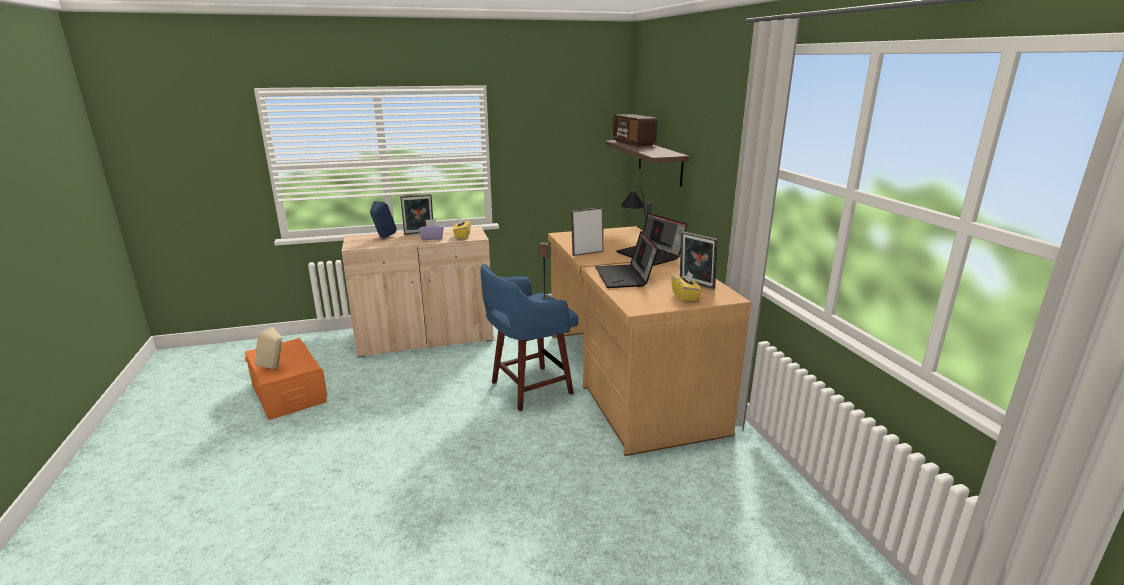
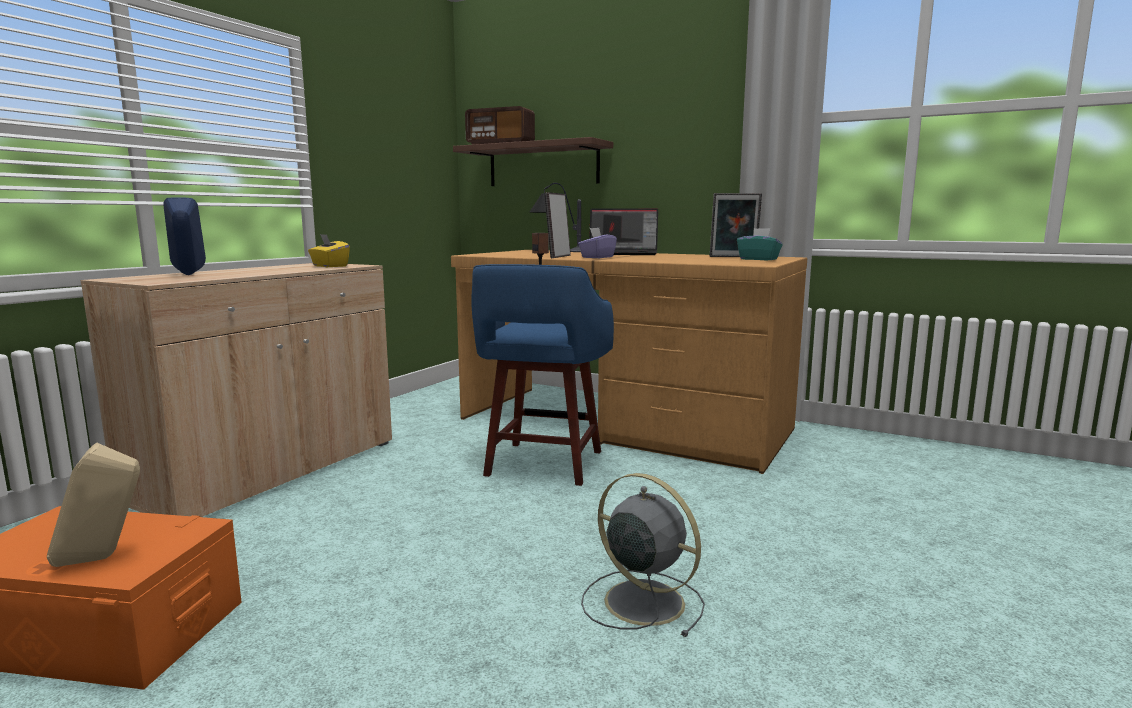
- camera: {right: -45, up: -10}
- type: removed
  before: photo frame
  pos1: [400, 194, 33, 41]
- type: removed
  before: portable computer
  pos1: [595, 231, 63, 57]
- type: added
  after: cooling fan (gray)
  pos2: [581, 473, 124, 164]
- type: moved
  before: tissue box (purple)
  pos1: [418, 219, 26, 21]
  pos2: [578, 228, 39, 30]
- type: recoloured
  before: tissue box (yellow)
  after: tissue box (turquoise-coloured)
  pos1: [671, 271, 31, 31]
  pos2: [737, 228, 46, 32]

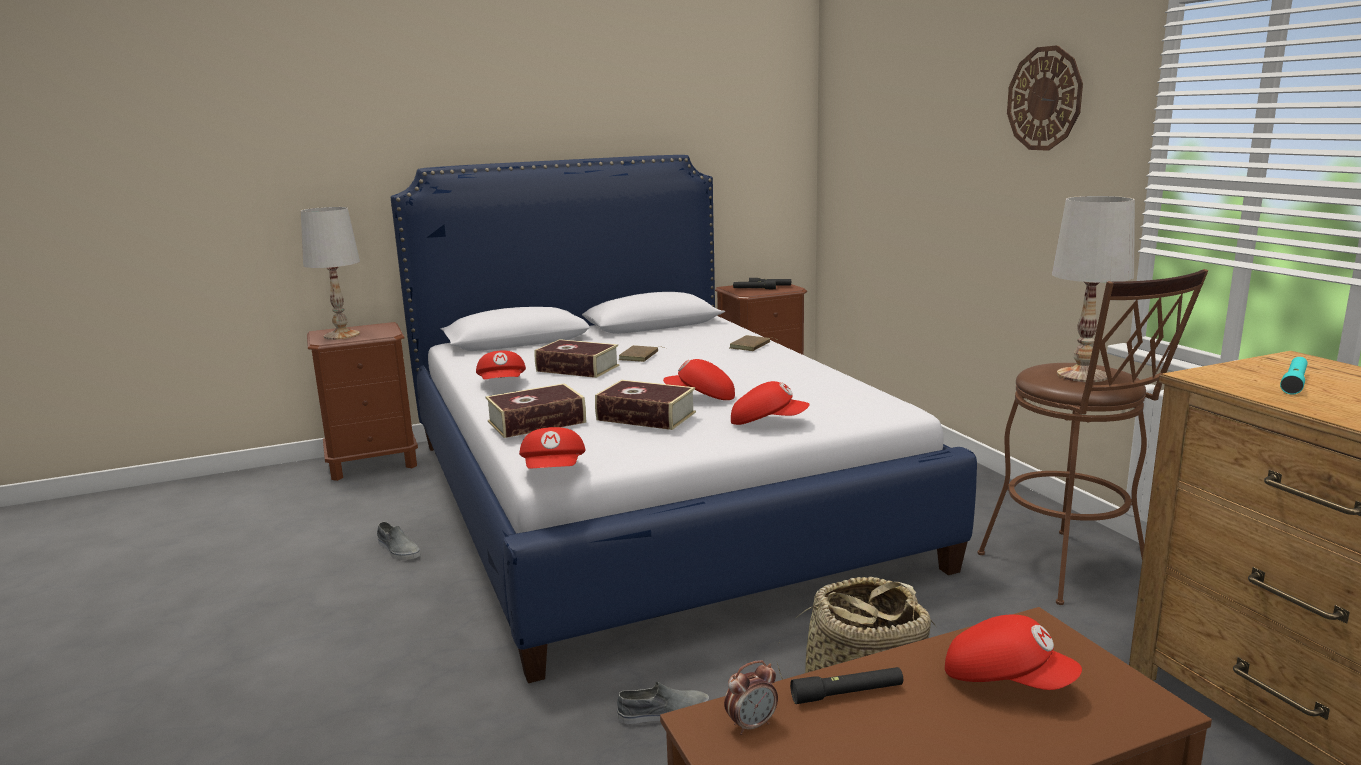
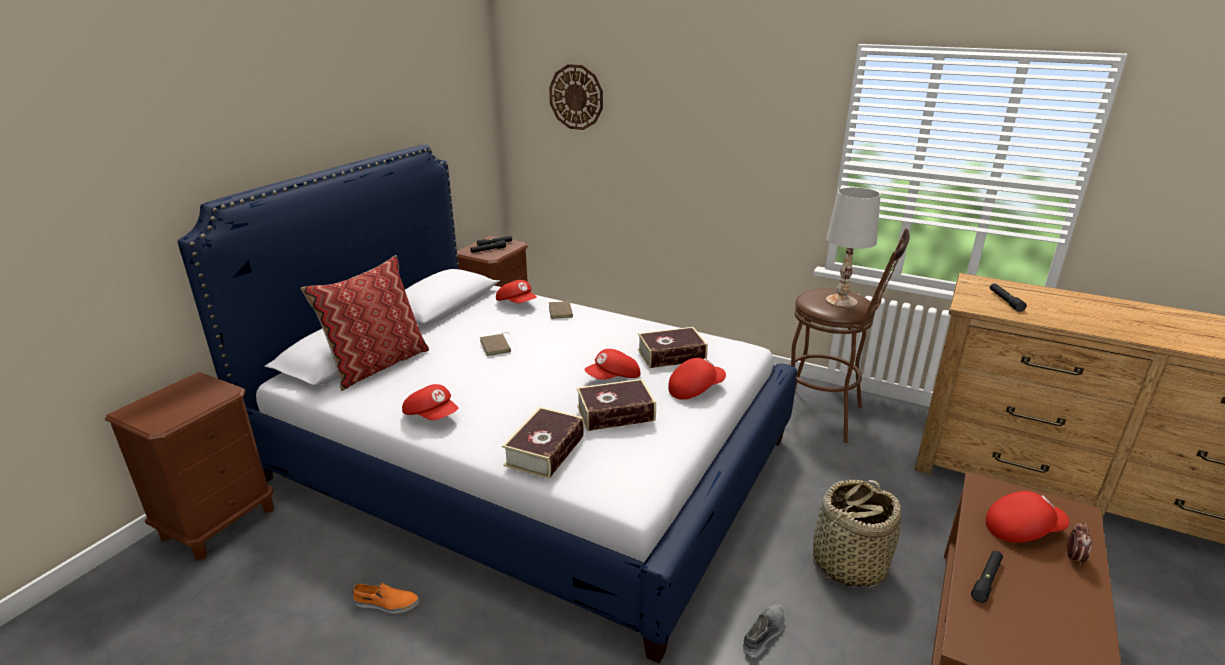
- camera: {right: -40, up: 10}
- type: removed
  before: tabletop lamp (white-coloured)
  pos1: [301, 207, 59, 133]
- type: added
  after: cushion
  pos2: [301, 255, 128, 136]
- type: moved
  before: cap (red-coloured)
  pos1: [519, 427, 67, 42]
  pos2: [496, 280, 40, 23]
- type: moved
  before: book
  pos1: [535, 339, 84, 39]
  pos2: [638, 327, 70, 41]
- type: moved
  before: table clock
  pos1: [724, 660, 54, 75]
  pos2: [1067, 522, 25, 44]
- type: moved
  before: clock on the wall
  pos1: [1007, 45, 76, 106]
  pos2: [549, 64, 54, 66]
- type: recoloured
  before: low shoe (gray)
  after: low shoe (orange)
  pos1: [377, 522, 43, 38]
  pos2: [353, 583, 66, 31]
- type: recoloured
  before: hand torch (turquoise-coloured)
  after: hand torch (blackish)
  pos1: [1280, 357, 28, 37]
  pos2: [990, 283, 37, 29]

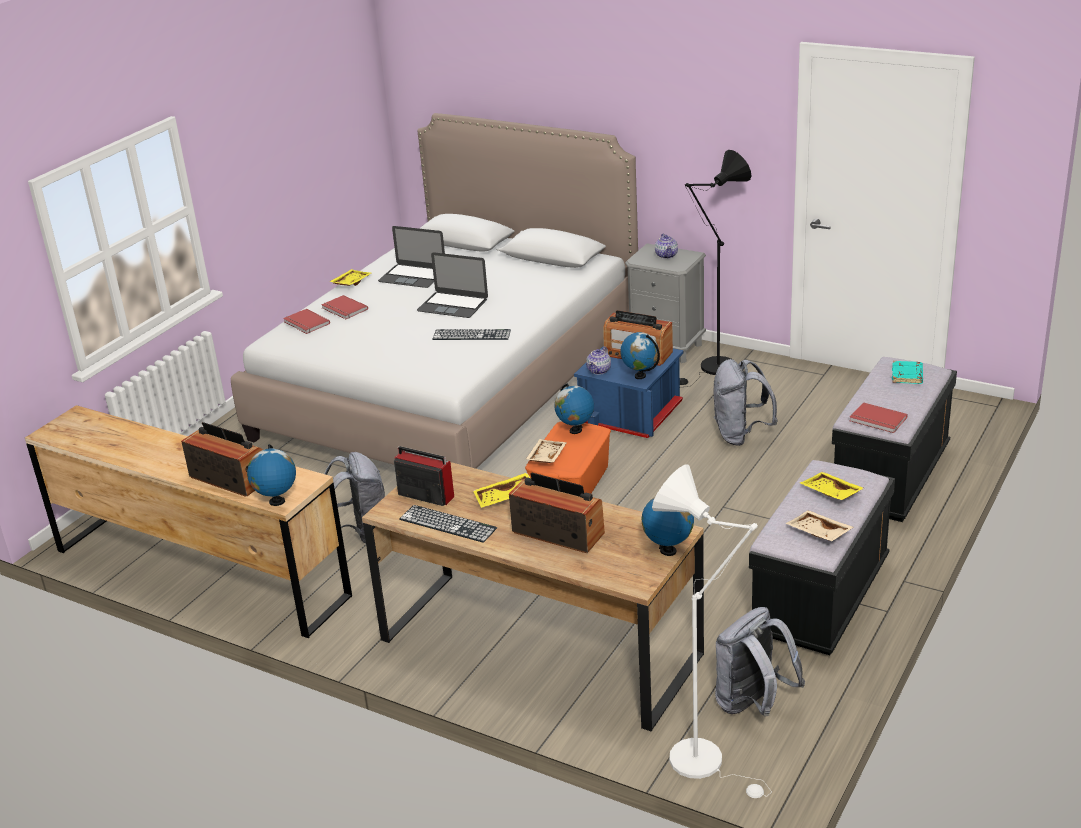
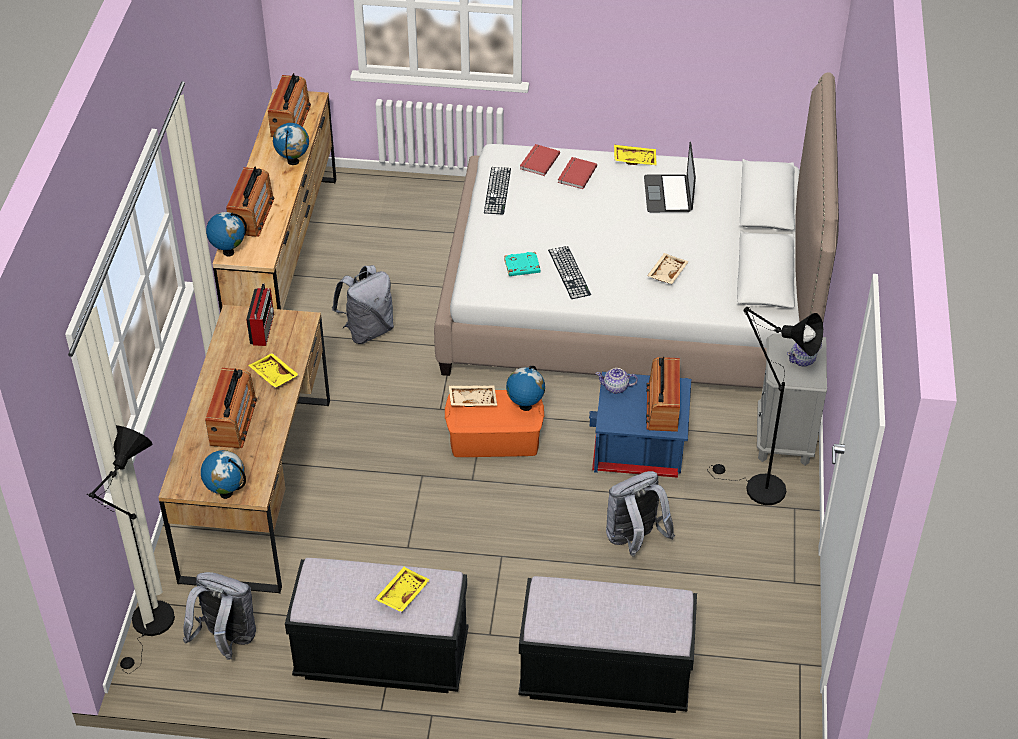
- camera: {right: 65, up: 15}
- type: removed
  before: portable computer
  pos1: [417, 252, 71, 66]
- type: removed
  before: book (red-coloured)
  pos1: [850, 402, 57, 31]
- type: added
  after: radio set
  pos2: [268, 73, 43, 64]
- type: moved
  before: keyboard
  pos1: [399, 505, 98, 38]
  pos2: [484, 167, 27, 48]
- type: moved
  before: globe
  pos1: [620, 332, 40, 47]
  pos2: [273, 123, 36, 42]
- type: moved
  before: tray (beige-coloured)
  pos1: [785, 510, 69, 31]
  pos2: [647, 253, 42, 31]
- type: moved
  before: book (turquoise-coloured)
  pos1: [892, 361, 31, 23]
  pos2: [504, 252, 36, 24]
- type: recoloured
  before: standing lamp (white-coloured)
  after: standing lamp (blackish)
  pos1: [652, 465, 120, 333]
  pos2: [87, 425, 88, 249]

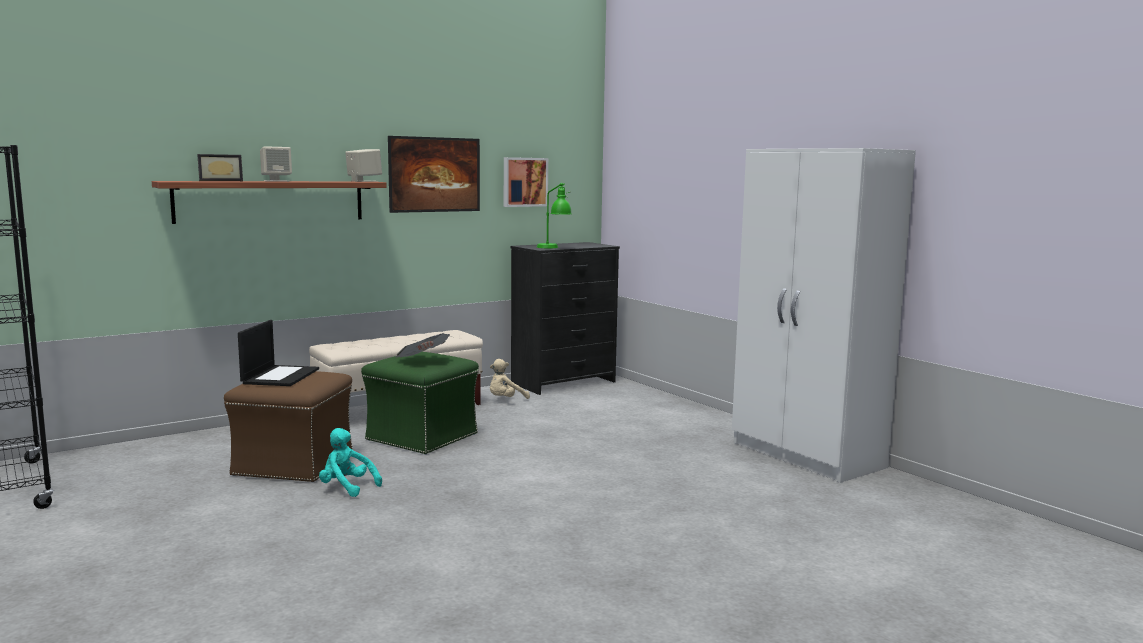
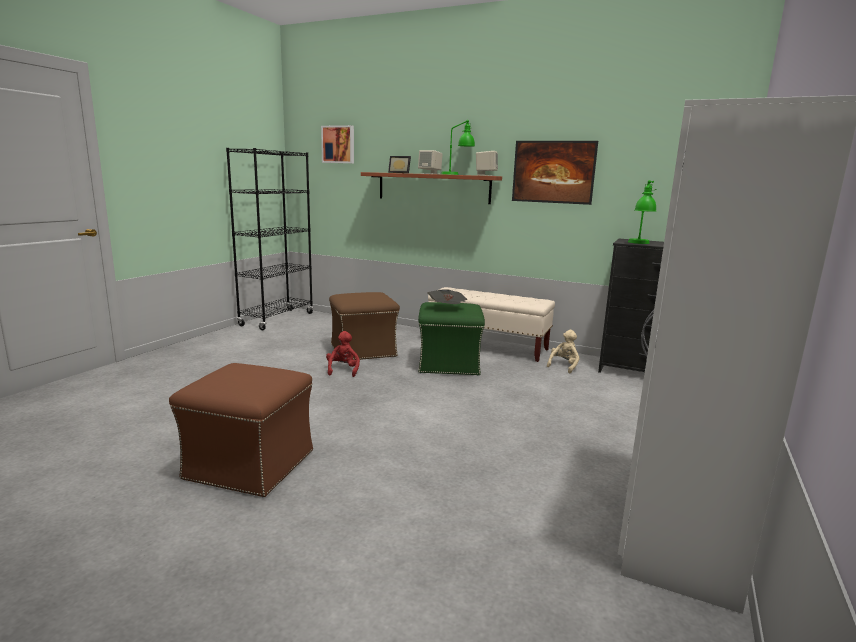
- camera: {right: 60, up: 5}
- type: removed
  before: portable computer
  pos1: [238, 320, 81, 66]
- type: added
  after: pouffe (brown)
  pos2: [169, 363, 144, 134]
- type: added
  after: tabletop lamp (green)
  pos2: [441, 120, 34, 55]
- type: moved
  before: picture
  pos1: [504, 157, 44, 50]
  pos2: [321, 125, 33, 38]
- type: recoloured
  before: cuddly toy (turquoise-coloured)
  after: cuddly toy (red-coloured)
  pos1: [319, 428, 63, 69]
  pos2: [326, 331, 34, 46]
- type: turned
  before: cuddly toy (beige-coloured)
  pos1: [490, 359, 40, 40]
  pos2: [547, 330, 32, 44]
  turn: 105

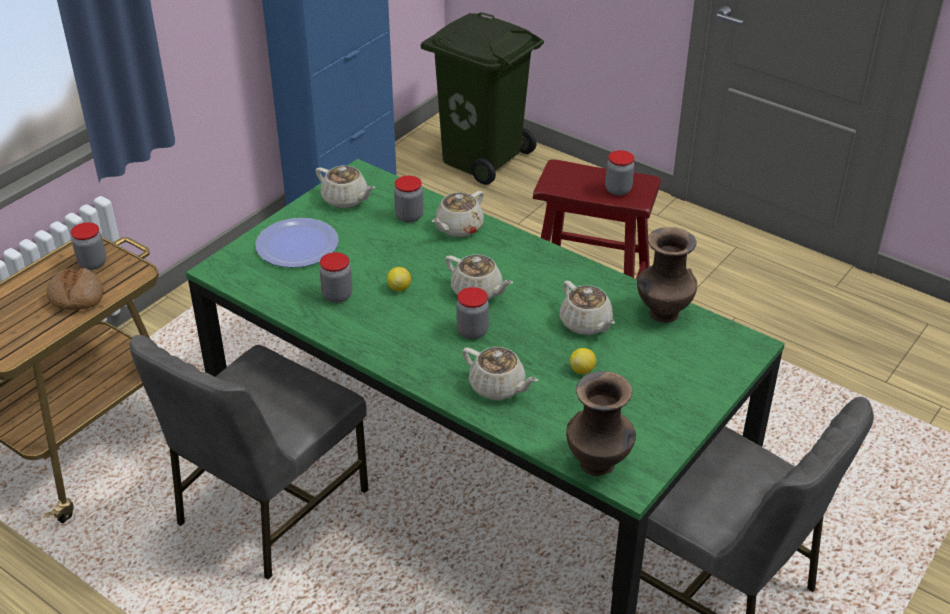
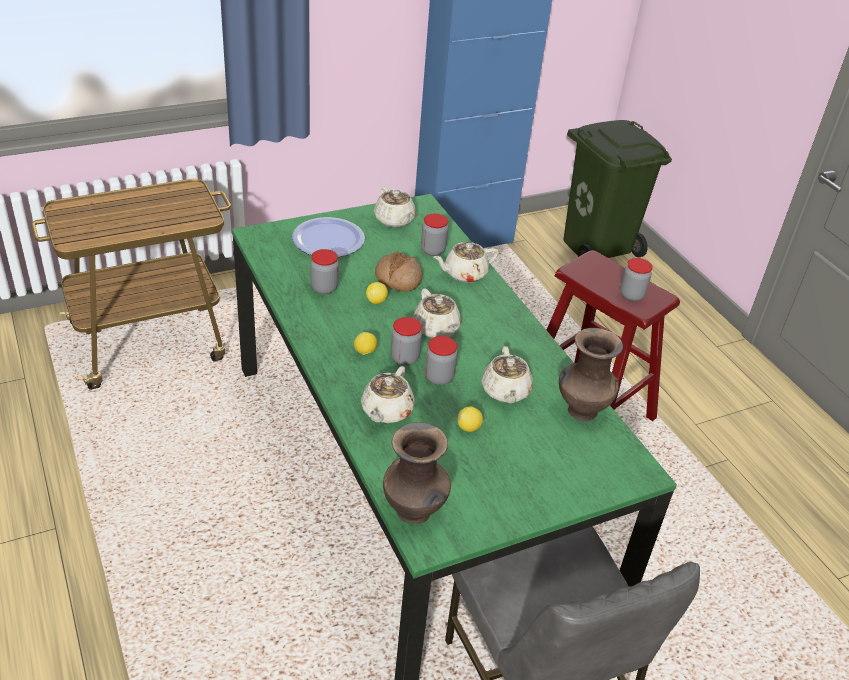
- camera: {right: 25, up: 0}
- type: removed
  before: chair (gray)
  pos1: [130, 335, 238, 245]
- type: added
  after: whole lemon
  pos2: [354, 332, 23, 23]
- type: moved
  before: baked bread
  pos1: [47, 268, 57, 42]
  pos2: [375, 252, 48, 40]
- type: moved
  before: jar
  pos1: [71, 222, 35, 48]
  pos2: [425, 336, 32, 49]
- type: turned
  before: pot for tea (beige-coloured)
  pos1: [462, 347, 76, 53]
  pos2: [361, 366, 54, 57]
  turn: 45

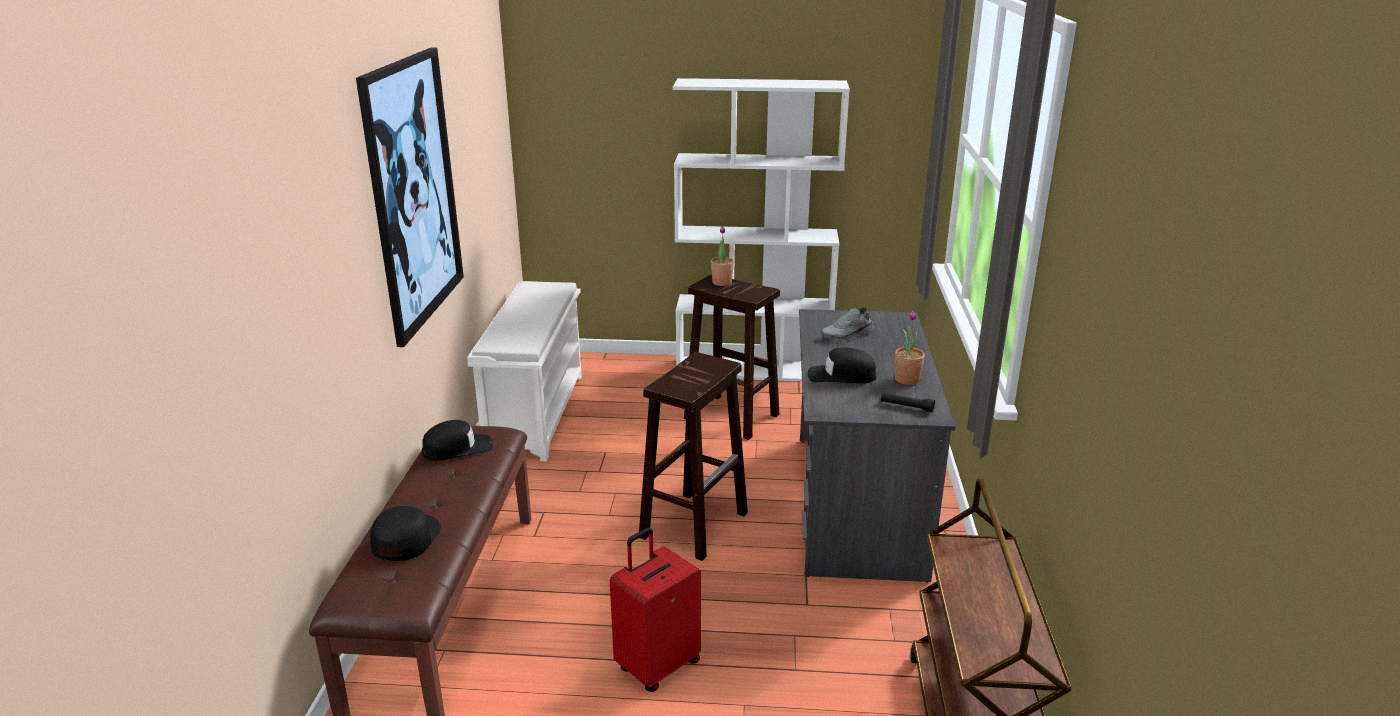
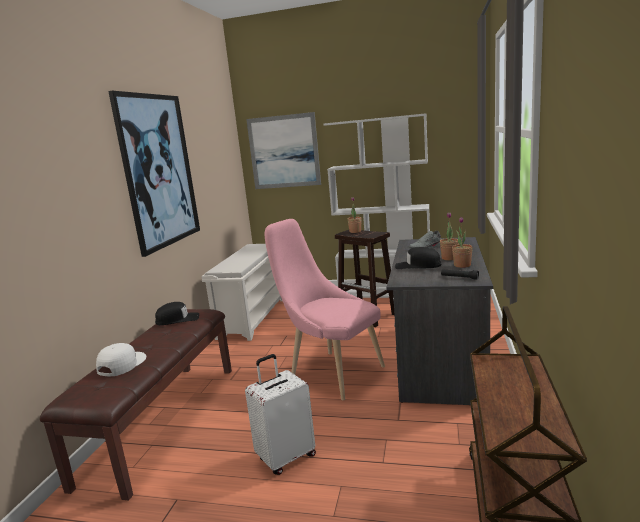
- camera: {right: 10, up: -10}
- type: added
  after: picture
  pos2: [246, 112, 75, 77]
- type: added
  after: plant in a pot
  pos2: [440, 213, 19, 47]
- type: replaced
  before: stool seat (brown)
  after: chair (pink)
  pos1: [639, 352, 109, 209]
  pos2: [265, 219, 120, 181]
- type: recoloured
  before: cap (blackish)
  after: cap (white-coloured)
  pos1: [370, 506, 71, 55]
  pos2: [96, 343, 50, 33]
- type: recoloured
  before: travel case (red-coloured)
  after: travel case (white-coloured)
  pos1: [610, 527, 91, 165]
  pos2: [245, 354, 71, 121]

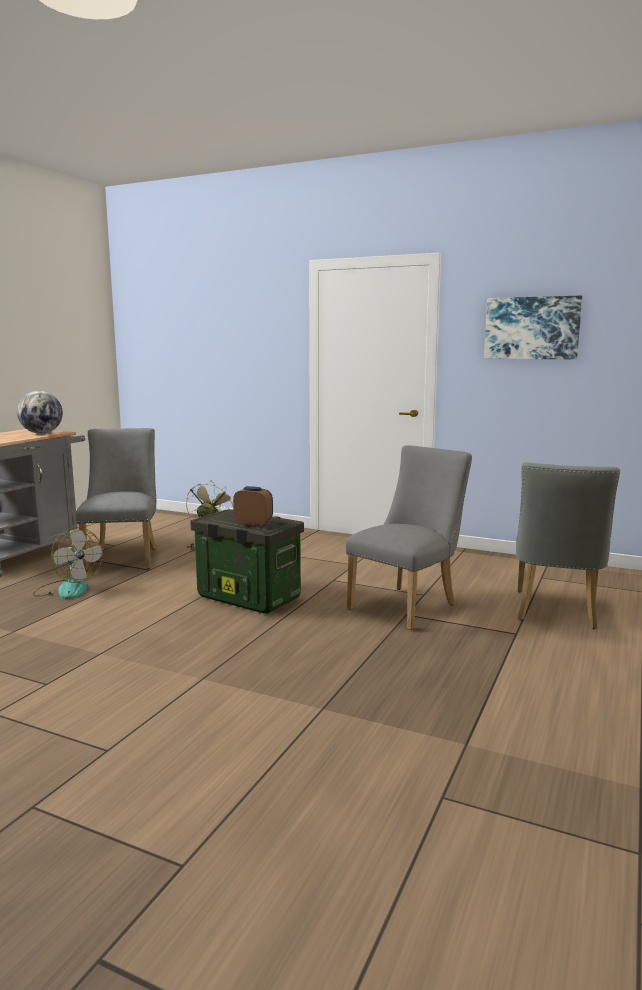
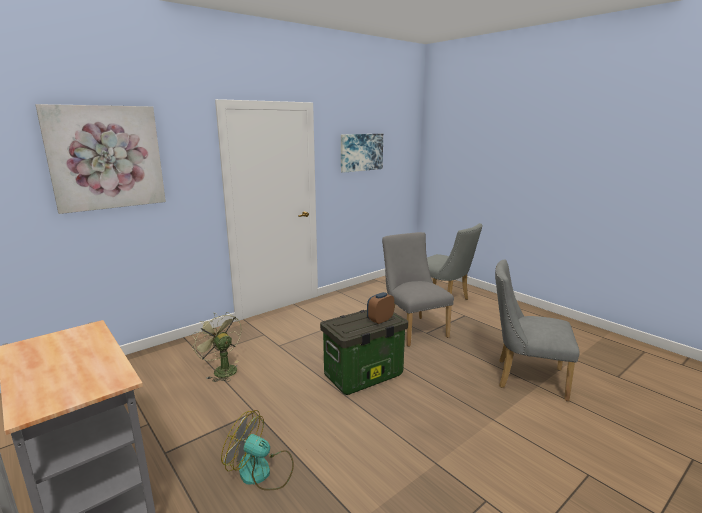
- camera: {right: -65, up: 5}
- type: removed
  before: globe
  pos1: [17, 391, 46, 43]
- type: added
  after: picture
  pos2: [35, 104, 131, 110]
- type: moved
  before: chair (gray)
  pos1: [76, 428, 81, 143]
  pos2: [495, 259, 85, 142]
- type: turned
  before: cooling fan
  pos1: [33, 527, 70, 72]
  pos2: [221, 410, 73, 80]
  turn: -135

